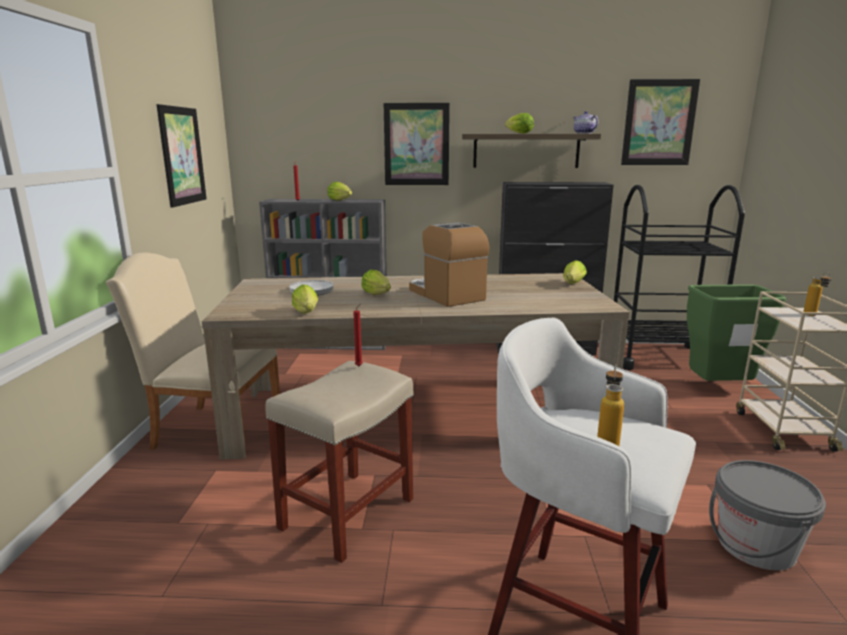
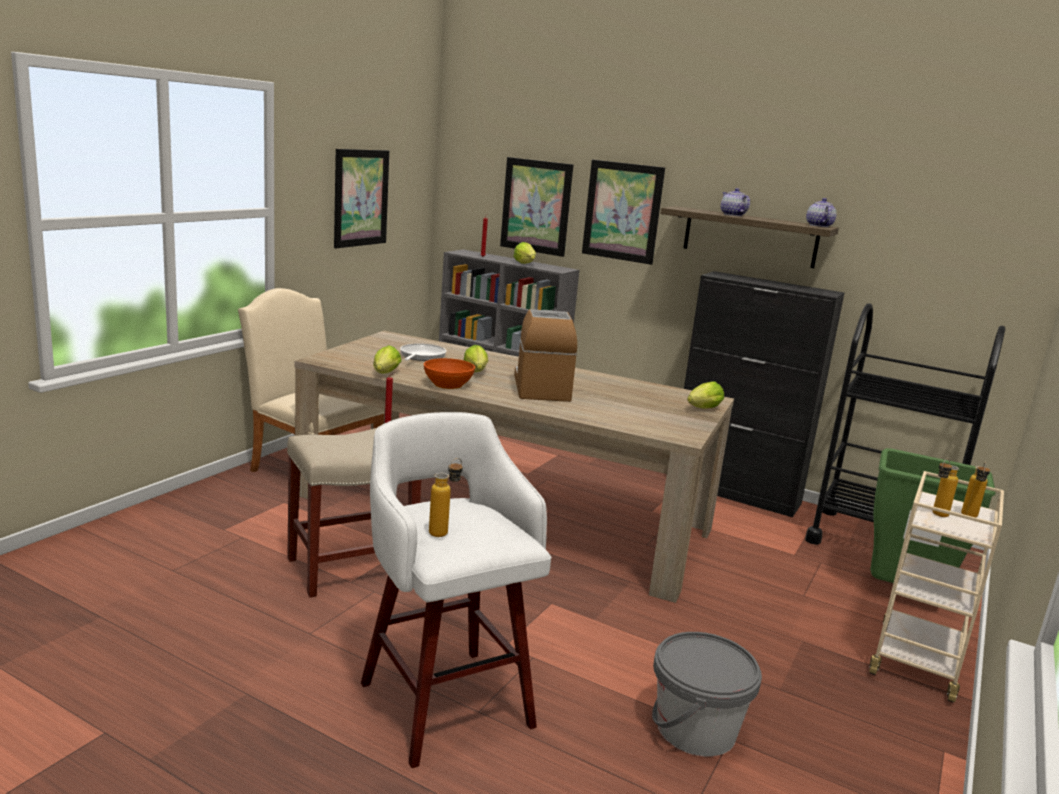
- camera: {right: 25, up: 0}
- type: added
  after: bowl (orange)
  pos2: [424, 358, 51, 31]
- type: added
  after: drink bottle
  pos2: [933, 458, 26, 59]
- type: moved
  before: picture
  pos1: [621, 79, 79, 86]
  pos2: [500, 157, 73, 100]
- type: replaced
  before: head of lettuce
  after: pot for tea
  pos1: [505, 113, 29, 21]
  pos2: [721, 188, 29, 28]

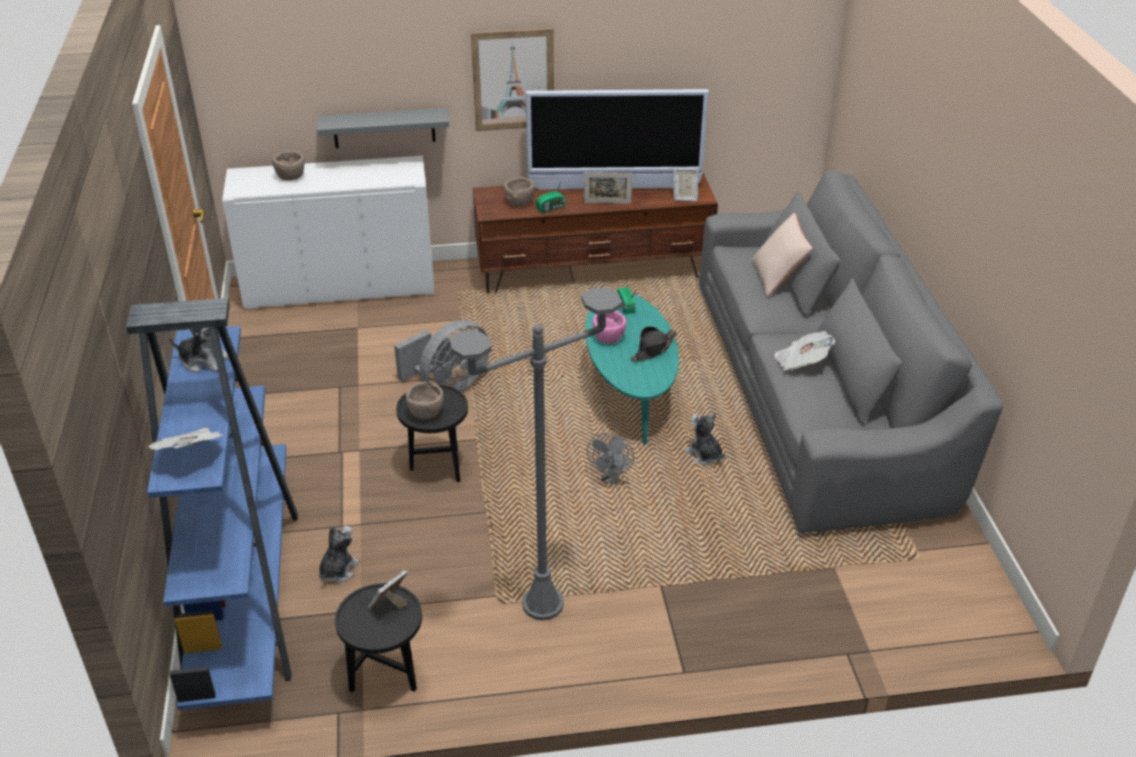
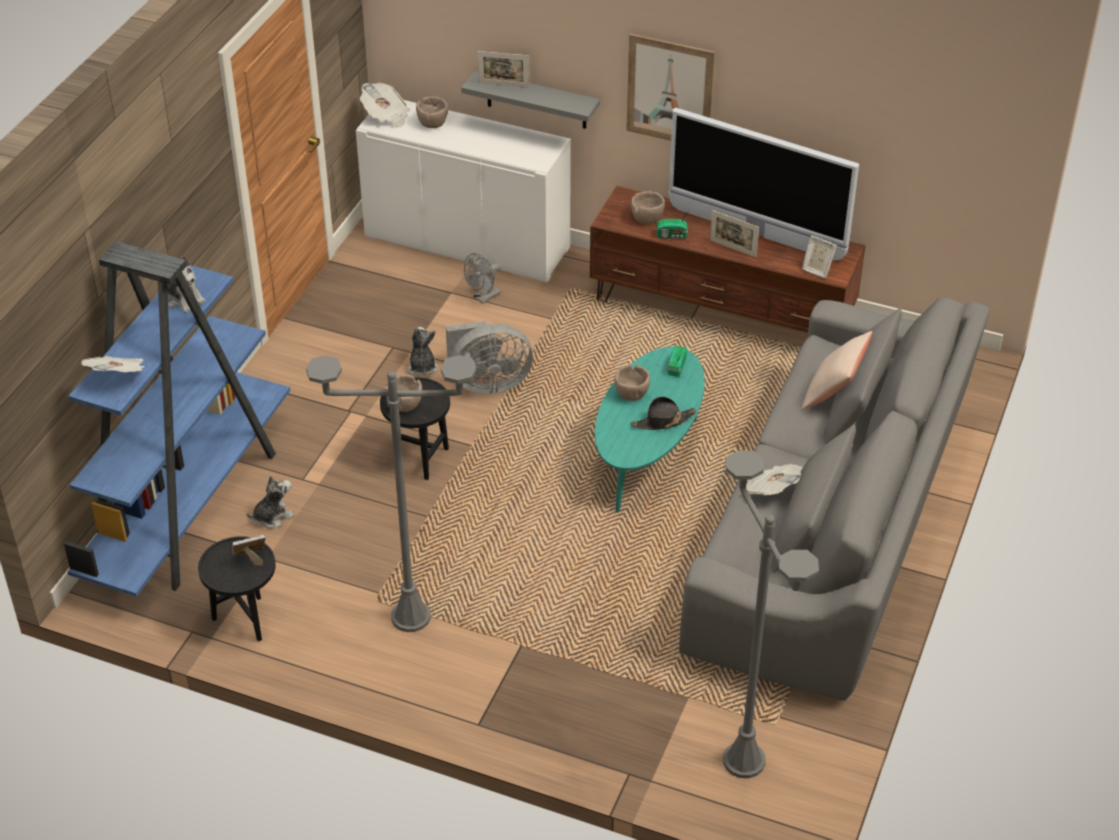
- camera: {right: 30, up: 5}
- type: added
  after: newspaper
  pos2: [360, 83, 50, 44]
- type: added
  after: photo frame
  pos2: [477, 51, 52, 37]
- type: added
  after: standing lamp (gray)
  pos2: [723, 451, 96, 327]
- type: moved
  before: cooling fan (gray)
  pos1: [587, 433, 47, 51]
  pos2: [464, 253, 37, 51]
- type: moved
  before: cuddly toy
  pos1: [685, 412, 40, 53]
  pos2: [407, 327, 31, 49]
- type: recoloured
  before: bowl (pink)
  after: bowl (brown)
  pos1: [593, 311, 33, 33]
  pos2: [614, 364, 36, 37]

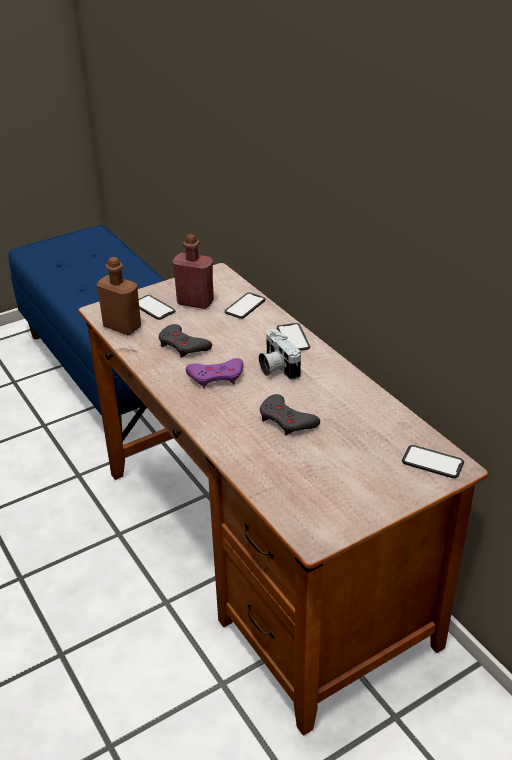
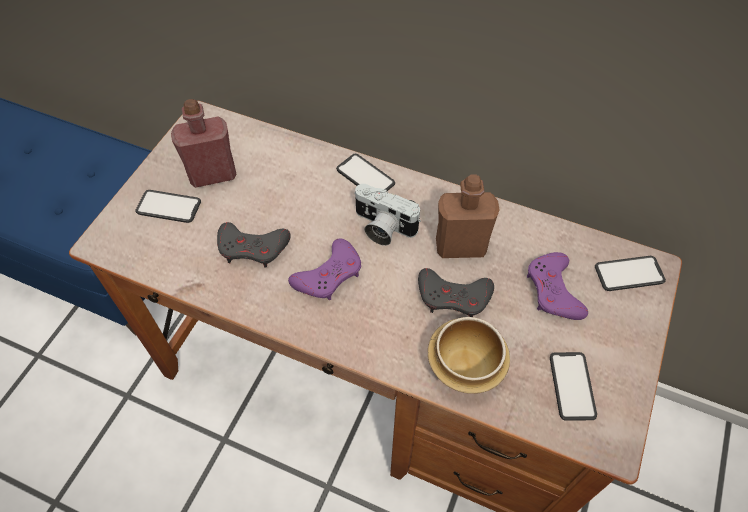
- camera: {right: -35, up: 20}
- type: added
  after: bowl
  pos2: [428, 317, 82, 77]
- type: added
  after: game controller (purple)
  pos2: [527, 252, 61, 68]
- type: moved
  before: drink bottle (brown)
  pos1: [97, 257, 44, 78]
  pos2: [436, 174, 63, 84]
- type: moved
  before: telephone
  pos1: [224, 292, 42, 27]
  pos2: [550, 352, 47, 69]

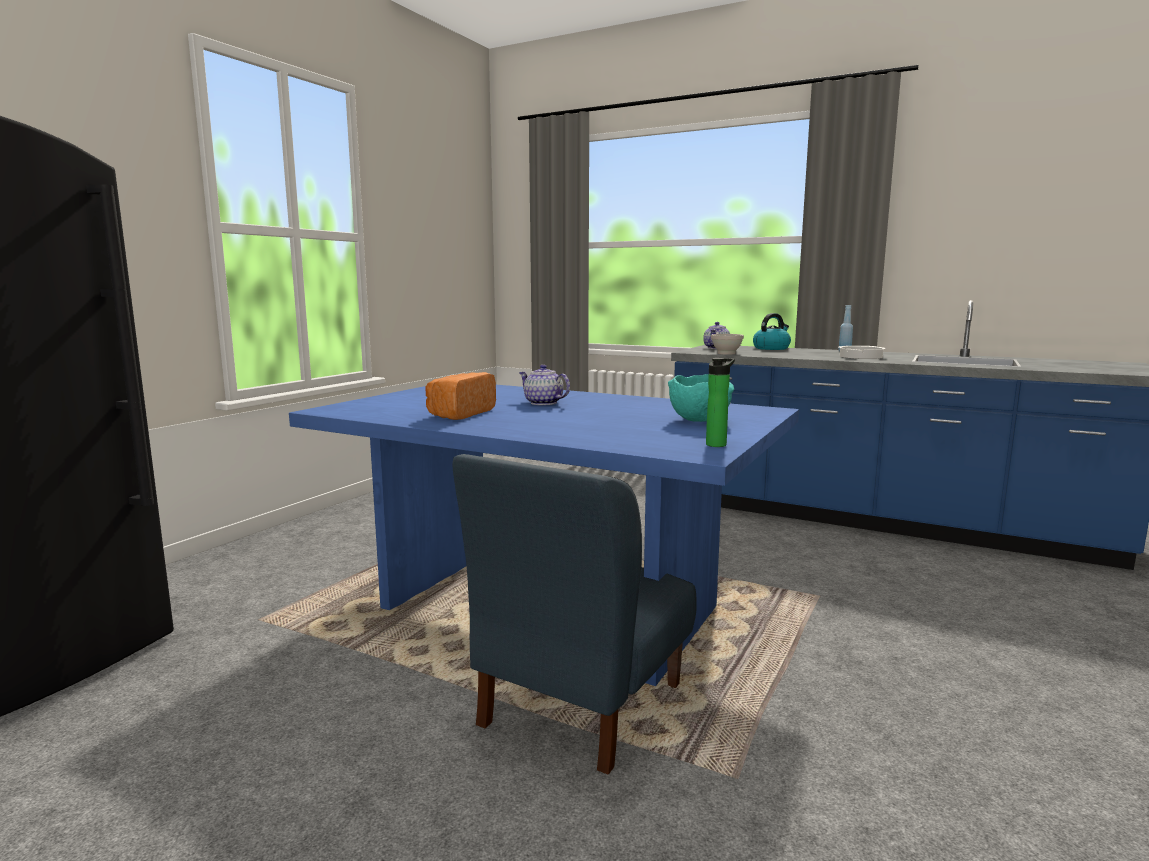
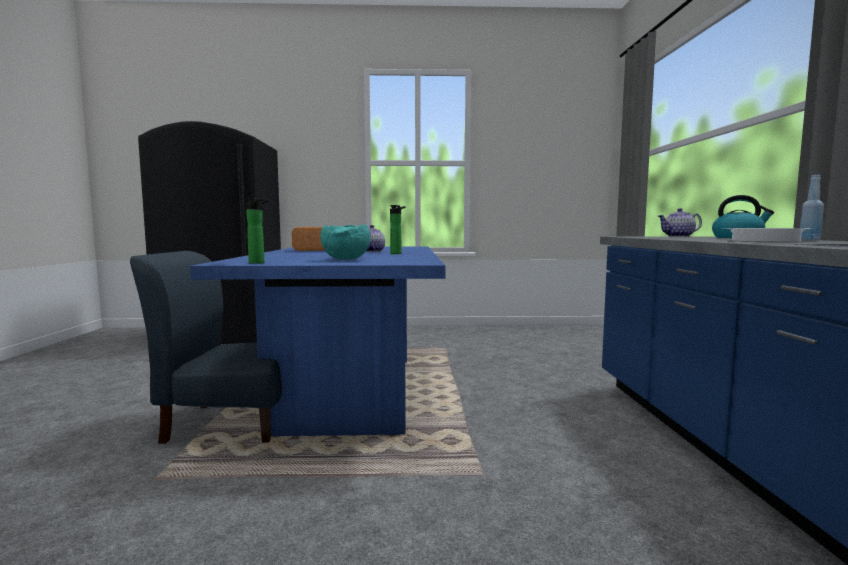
- camera: {right: 60, up: -5}
- type: removed
  before: bowl (white-coloured)
  pos1: [711, 334, 33, 21]
- type: added
  after: drink bottle
  pos2: [390, 205, 16, 49]

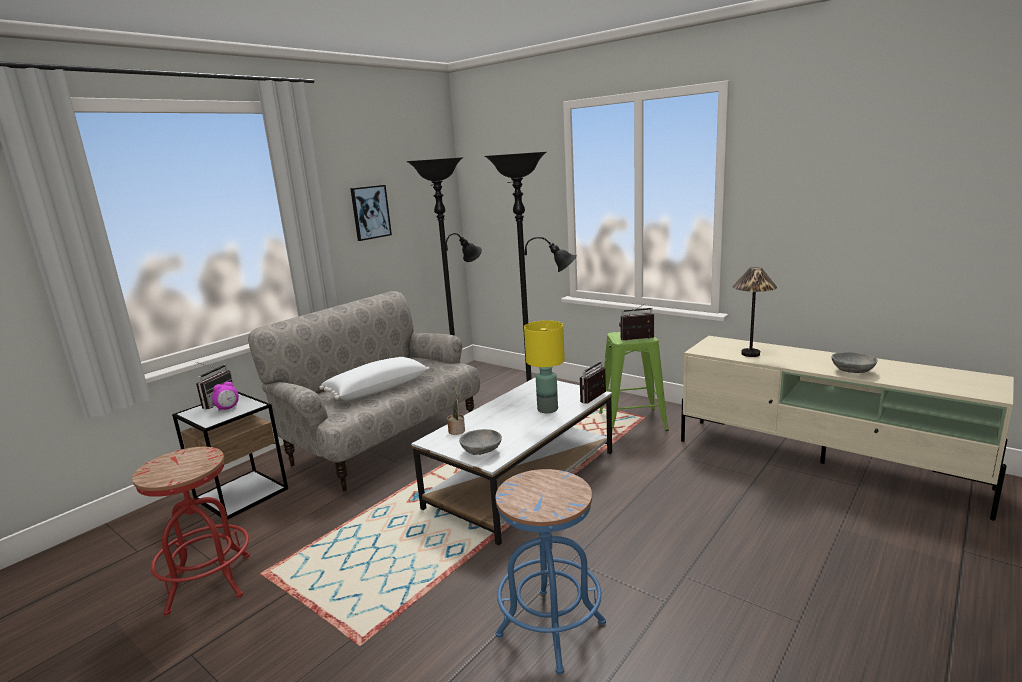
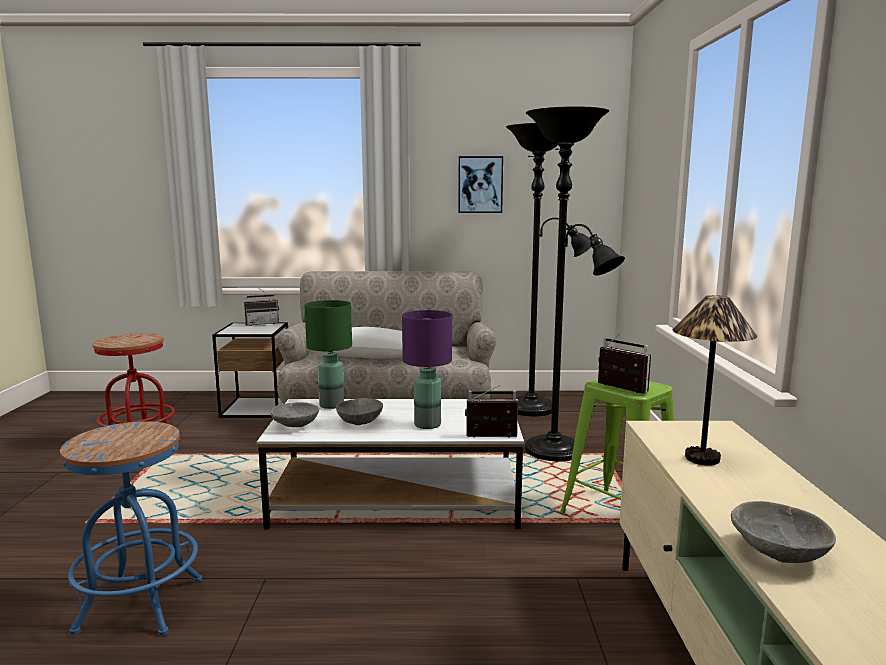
- camera: {right: 50, up: -5}
- type: removed
  before: table clock
  pos1: [212, 382, 27, 29]
- type: added
  after: bowl (gray)
  pos2: [336, 398, 47, 27]
- type: replaced
  before: plant in a pot
  after: tabletop lamp (green)
  pos1: [447, 384, 18, 51]
  pos2: [305, 300, 47, 109]
- type: recoloured
  before: tabletop lamp (yellow)
  after: tabletop lamp (purple)
  pos1: [524, 320, 41, 93]
  pos2: [402, 310, 50, 119]

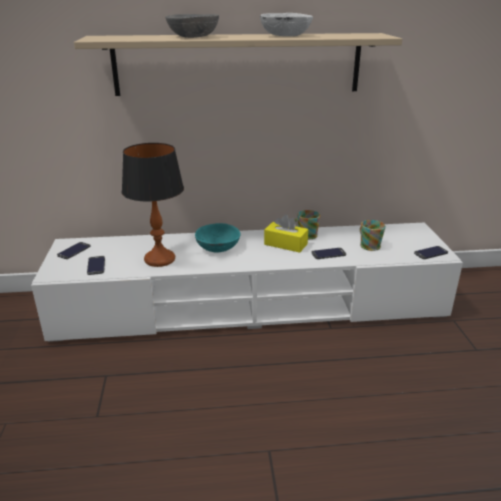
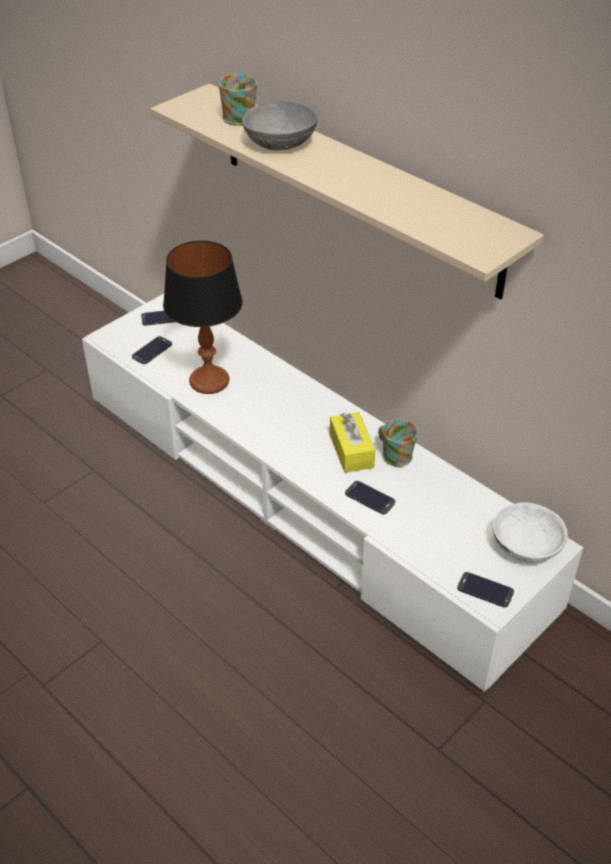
- camera: {right: 50, up: 15}
- type: removed
  before: bowl (turquoise-coloured)
  pos1: [195, 223, 46, 30]
- type: moved
  before: bowl (white-coloured)
  pos1: [260, 13, 53, 23]
  pos2: [493, 502, 75, 61]
- type: moved
  before: mug
  pos1: [360, 220, 26, 31]
  pos2: [218, 74, 39, 52]

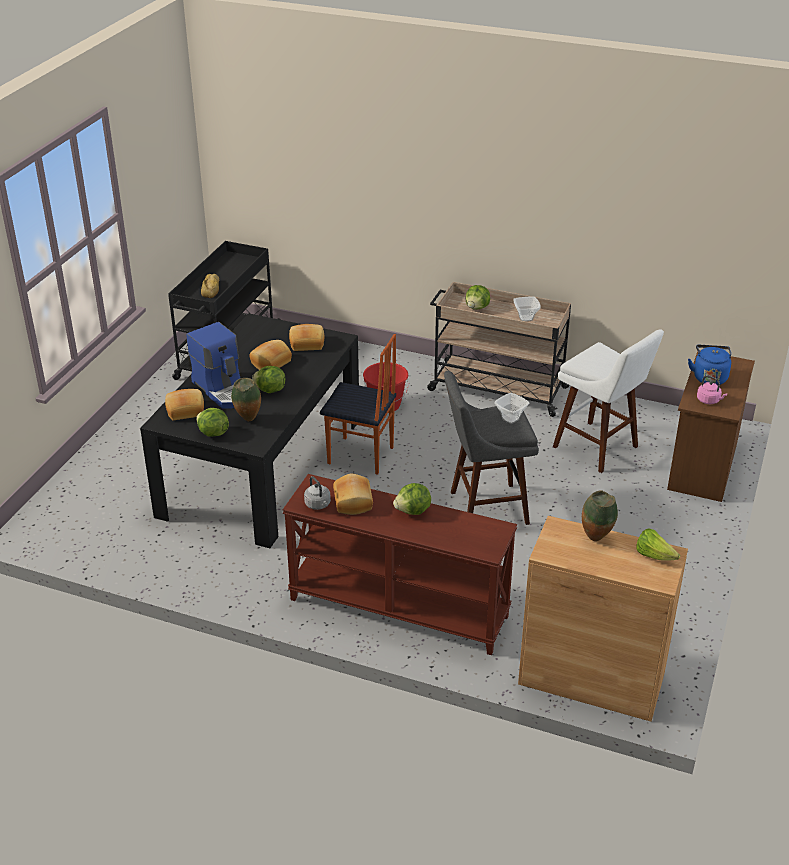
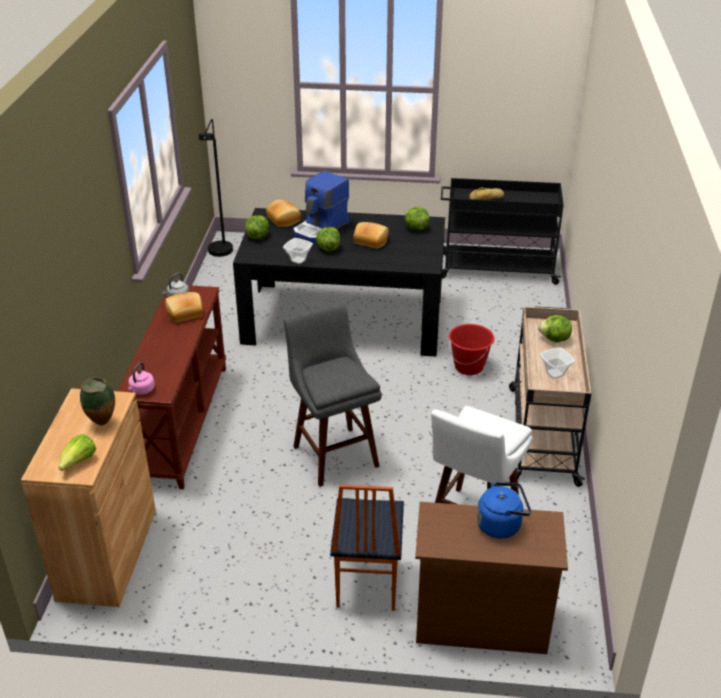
- camera: {right: 75, up: 0}
- type: removed
  before: vase
  pos1: [231, 378, 30, 43]
- type: removed
  before: baked bread
  pos1: [289, 324, 35, 27]
- type: added
  after: standing lamp (blackish)
  pos2: [199, 119, 34, 138]
- type: moved
  before: chair
  pos1: [320, 334, 76, 141]
  pos2: [330, 485, 74, 126]
- type: moved
  before: head of lettuce
  pos1: [393, 483, 38, 32]
  pos2: [405, 207, 25, 23]
- type: moved
  before: bowl
  pos1: [494, 393, 35, 31]
  pos2: [283, 238, 30, 26]
- type: moved
  before: water kettle (pink)
  pos1: [697, 375, 30, 29]
  pos2: [128, 362, 27, 33]

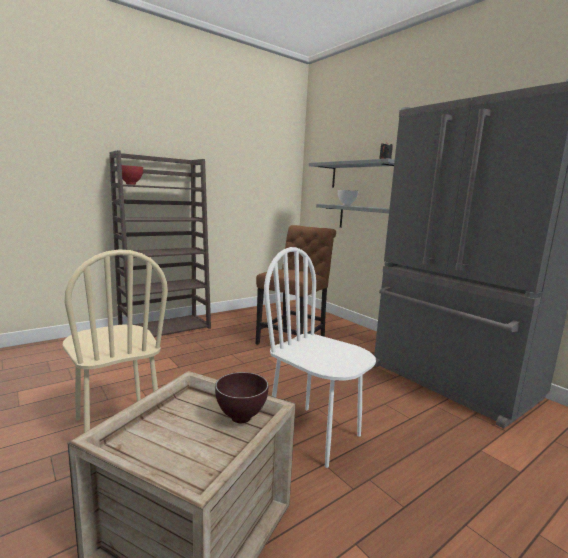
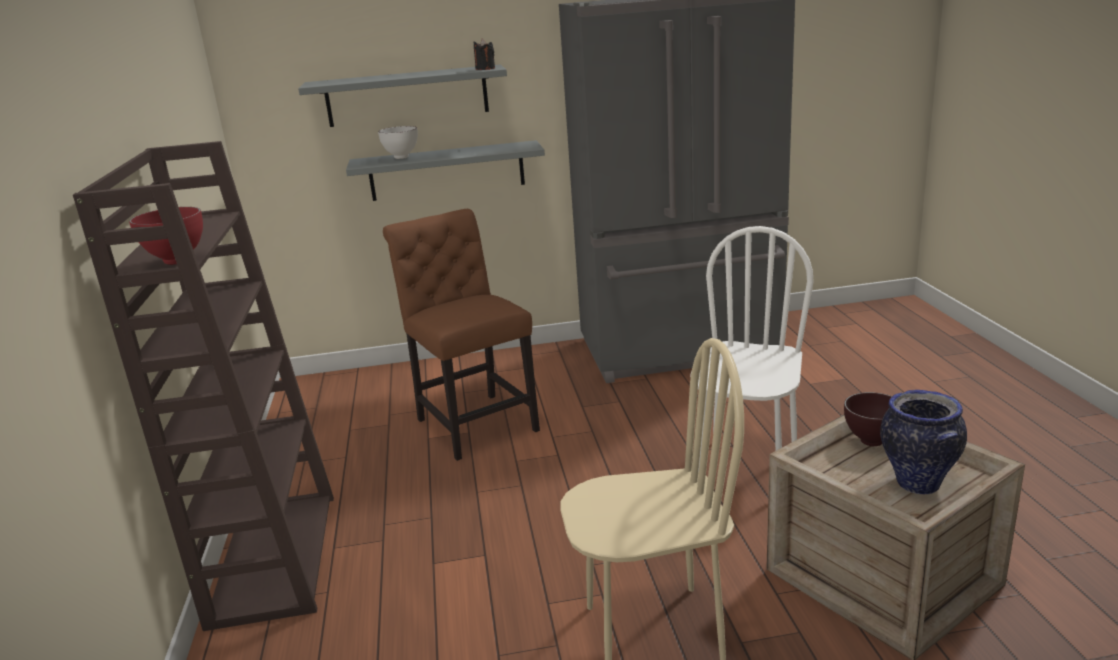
- camera: {right: -60, up: 10}
- type: added
  after: vase
  pos2: [880, 390, 87, 105]
- type: turned
  before: chair (white-coloured)
  pos1: [264, 247, 112, 221]
  pos2: [690, 226, 124, 245]
  turn: 135

